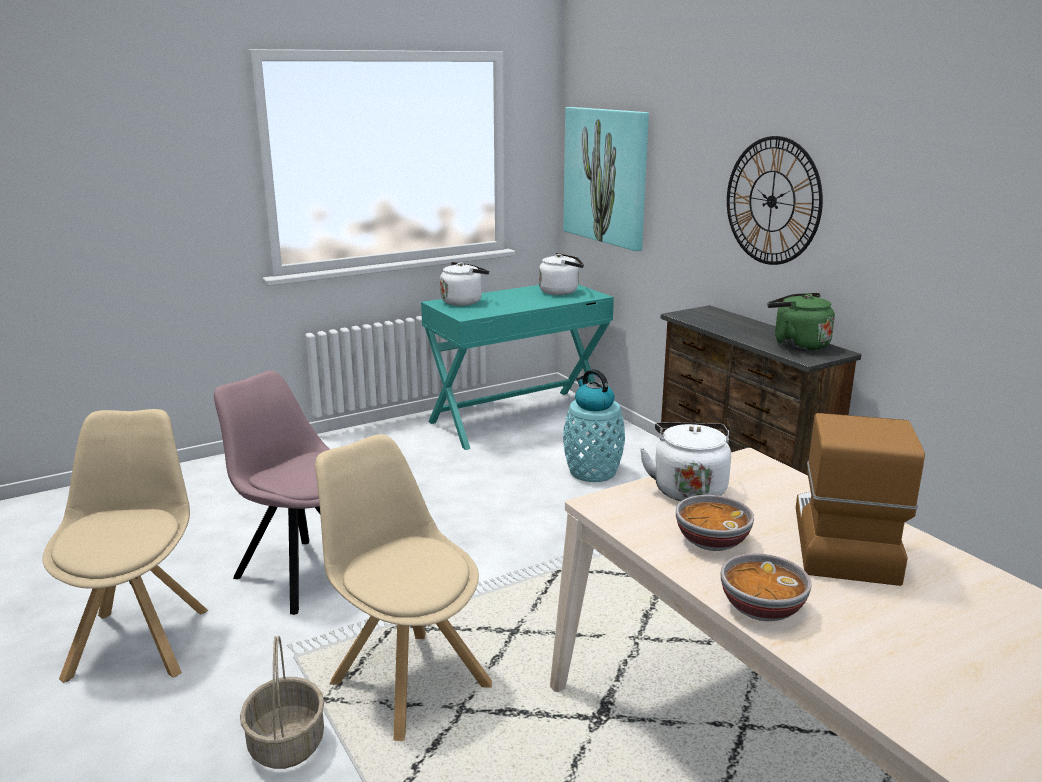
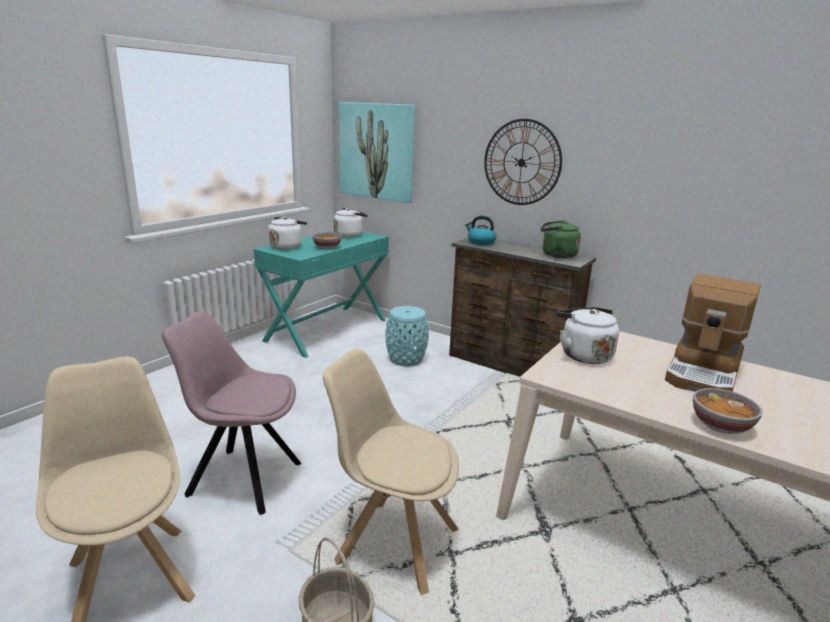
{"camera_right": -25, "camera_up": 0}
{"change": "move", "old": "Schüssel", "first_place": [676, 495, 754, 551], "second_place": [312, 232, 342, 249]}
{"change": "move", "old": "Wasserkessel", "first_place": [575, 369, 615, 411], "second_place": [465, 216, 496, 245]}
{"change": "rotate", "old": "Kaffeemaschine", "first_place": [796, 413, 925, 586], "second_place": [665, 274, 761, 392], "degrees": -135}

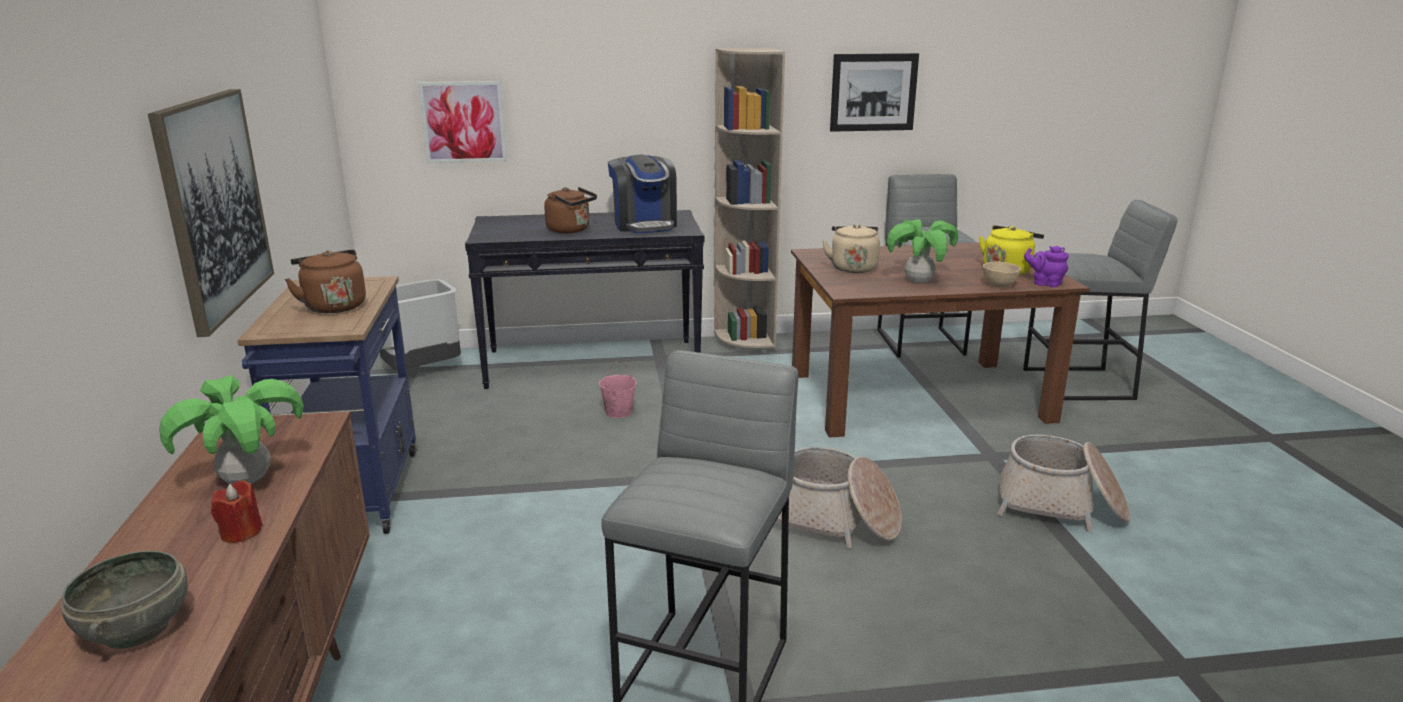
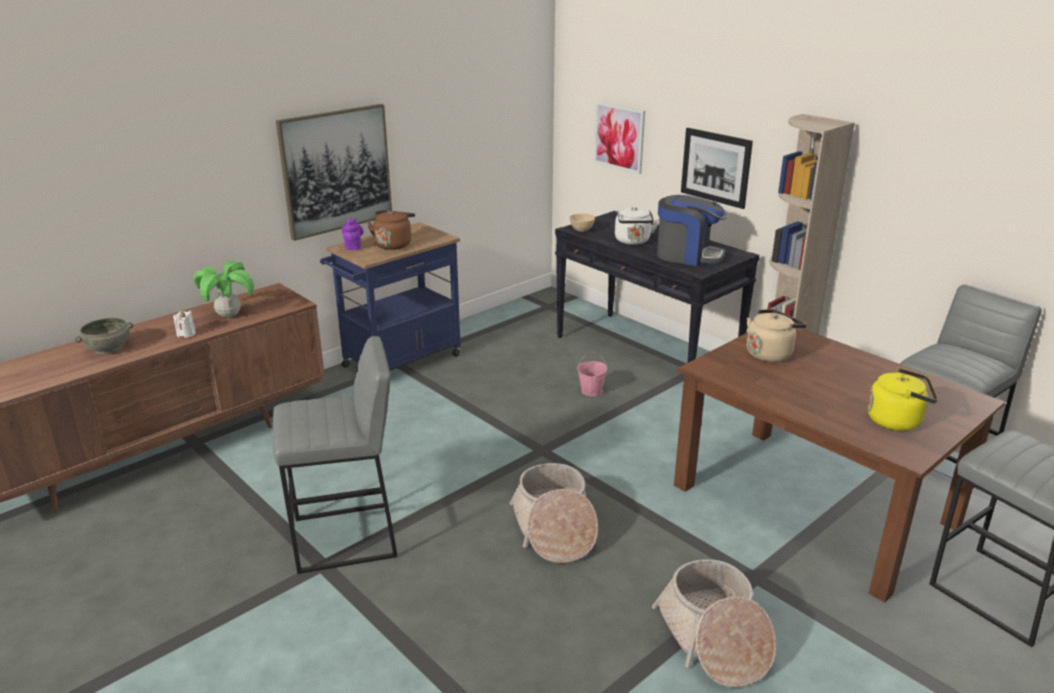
{"camera_right": 55, "camera_up": 5}
{"change": "recolor", "old": "Kerze [rot]", "new": "Kerze [weiß]", "first_place": [211, 480, 262, 543], "second_place": [173, 310, 196, 338]}
{"change": "move", "old": "Teekanne [lila]", "first_place": [1024, 246, 1069, 287], "second_place": [342, 218, 363, 250]}
{"change": "move", "old": "Schüssel [beige]", "first_place": [983, 261, 1021, 287], "second_place": [570, 213, 595, 232]}
{"change": "recolor", "old": "Wasserkessel [braun]", "new": "Wasserkessel [weiß]", "first_place": [544, 187, 597, 233], "second_place": [615, 207, 659, 245]}
{"change": "rotate", "old": "Kaffeemaschine", "first_place": [608, 155, 677, 234], "second_place": [657, 195, 728, 266], "degrees": -105}
{"change": "move", "old": "Bild", "first_place": [830, 53, 919, 132], "second_place": [681, 128, 753, 209]}
{"change": "delete", "old": "Mülleimer [grau]", "first_place": [380, 279, 461, 370]}
{"change": "delete", "old": "Topfpflanze", "first_place": [887, 219, 958, 283]}

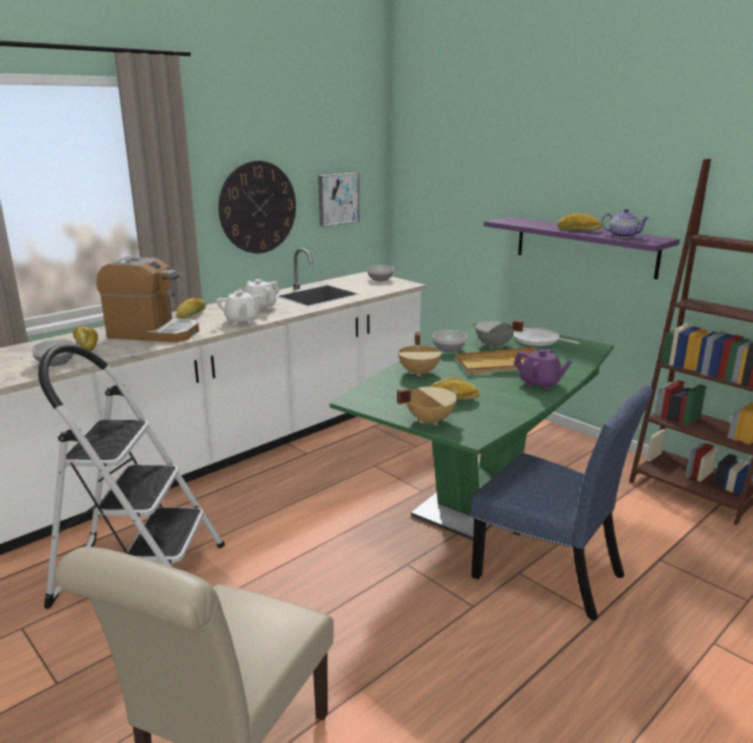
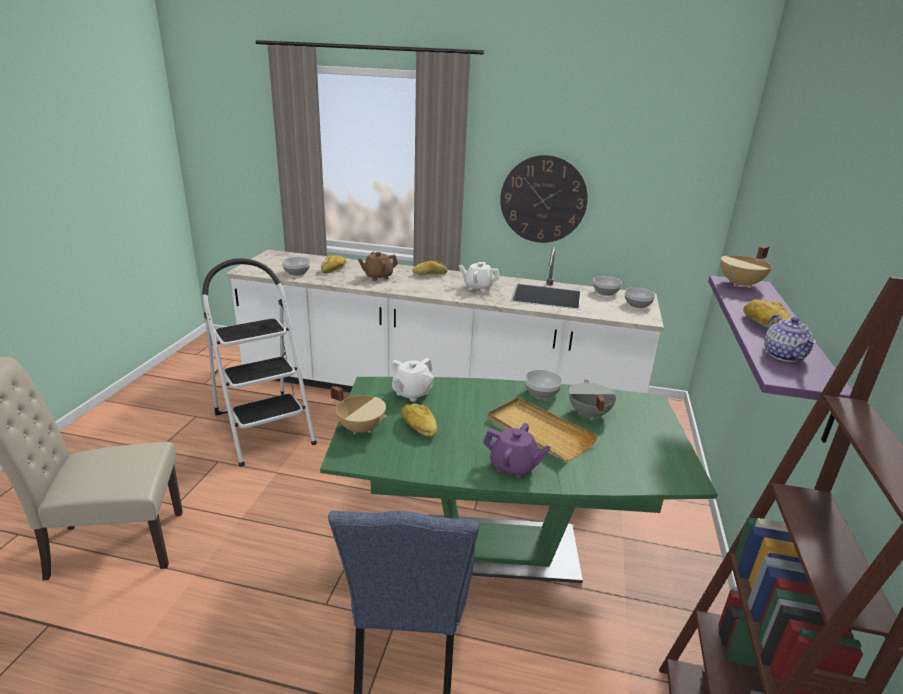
{"camera_right": 55, "camera_up": 5}
{"change": "replace", "old": "Kaffeemaschine", "new": "Teekanne [braun]", "first_place": [96, 257, 199, 342], "second_place": [358, 252, 398, 281]}
{"change": "move", "old": "Teekanne [weiß]", "first_place": [216, 291, 263, 325], "second_place": [392, 358, 434, 402]}
{"change": "rotate", "old": "Teekanne [lila]", "first_place": [514, 349, 573, 390], "second_place": [483, 423, 551, 479], "degrees": -60}
{"change": "insert", "new": "Schüssel", "second_place": [593, 276, 622, 296]}
{"change": "move", "old": "Kochtopf [beige]", "first_place": [398, 332, 442, 376], "second_place": [721, 246, 772, 288]}
{"change": "delete", "old": "Bild", "first_place": [318, 173, 359, 227]}
{"change": "delete", "old": "Pfanne", "first_place": [513, 328, 580, 346]}

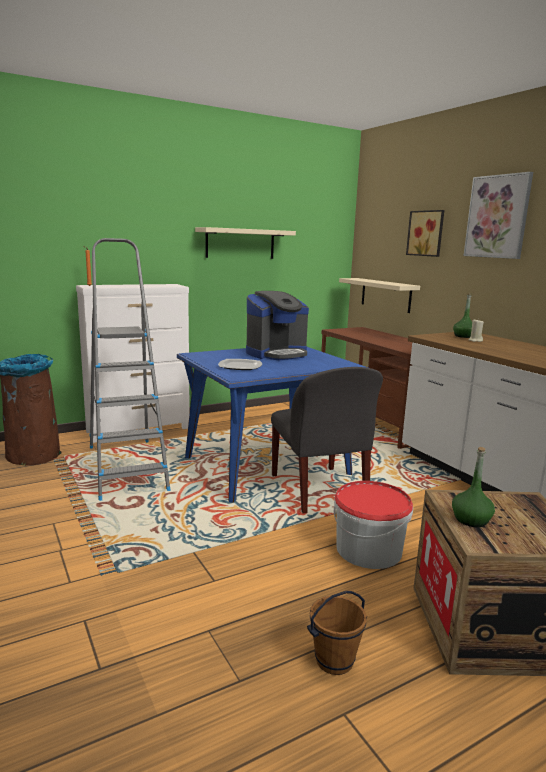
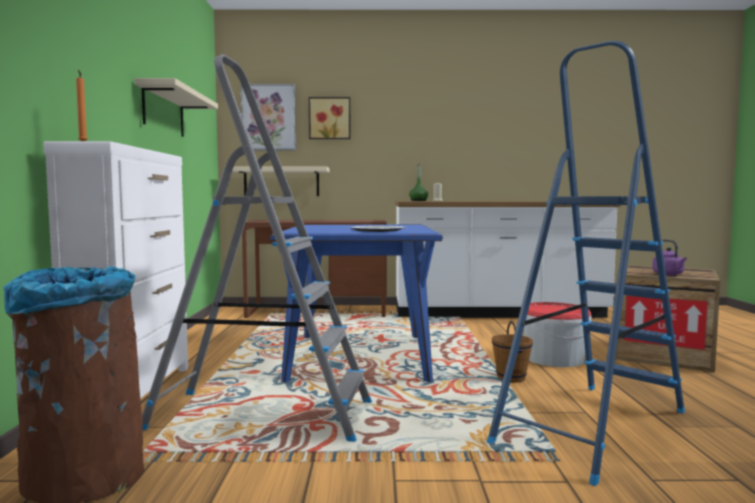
{"camera_right": -60, "camera_up": -10}
{"change": "move", "old": "Bild", "first_place": [463, 172, 533, 259], "second_place": [241, 84, 296, 151]}
{"change": "insert", "new": "Trittleiter [blau]", "second_place": [487, 41, 685, 486]}
{"change": "move", "old": "Eimer [braun]", "first_place": [307, 591, 367, 675], "second_place": [492, 321, 533, 383]}
{"change": "replace", "old": "Flasche [grün]", "new": "Wasserkessel [lila]", "first_place": [452, 447, 495, 527], "second_place": [652, 239, 687, 275]}
{"change": "delete", "old": "Kaffeemaschine", "first_place": [246, 291, 309, 360]}
{"change": "delete", "old": "Stuhl [grau]", "first_place": [271, 367, 383, 514]}

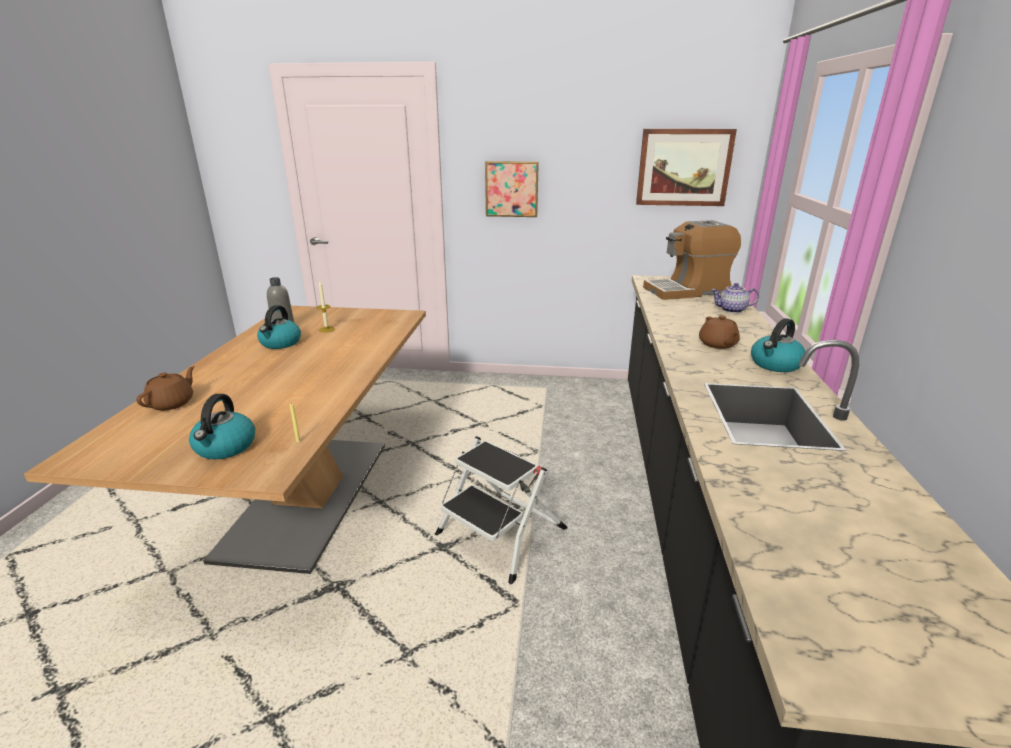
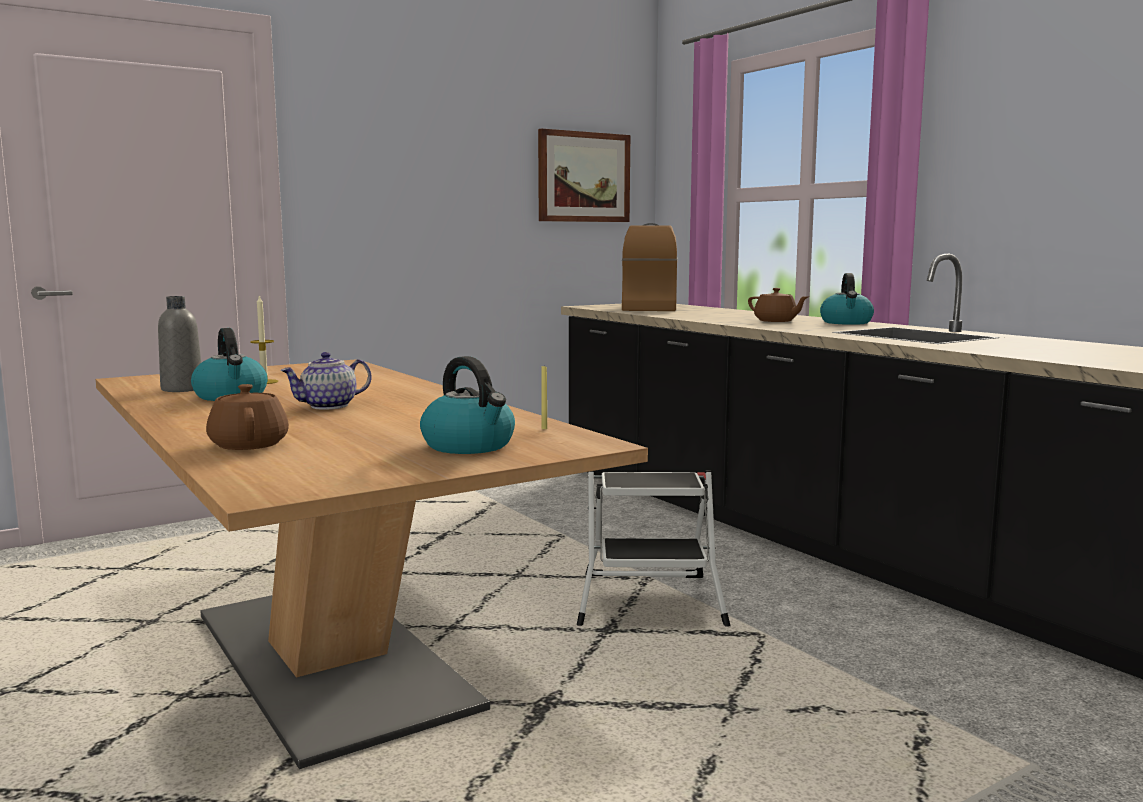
{"camera_right": -40, "camera_up": -15}
{"change": "move", "old": "Teekanne", "first_place": [712, 283, 759, 313], "second_place": [280, 352, 371, 410]}
{"change": "rotate", "old": "Kaffeemaschine", "first_place": [643, 220, 741, 300], "second_place": [622, 223, 678, 311], "degrees": 150}
{"change": "delete", "old": "Bild", "first_place": [485, 161, 539, 217]}

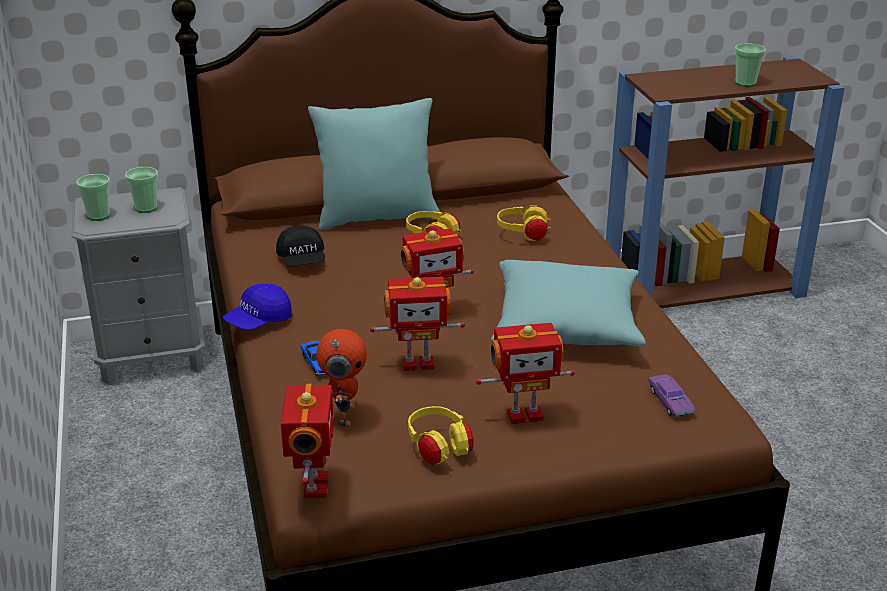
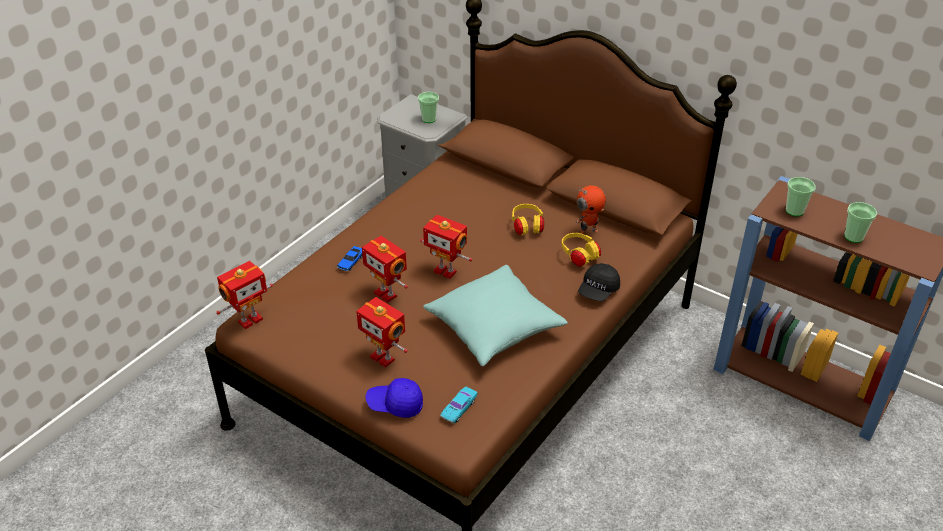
{"camera_right": 50, "camera_up": 10}
{"change": "move", "old": "Kappe [blau]", "first_place": [223, 284, 292, 330], "second_place": [366, 378, 423, 418]}
{"change": "recolor", "old": "Spielzeugauto [lila]", "new": "Spielzeugauto [türkis]", "first_place": [649, 374, 696, 417], "second_place": [440, 387, 478, 423]}
{"change": "move", "old": "Spielzeugroboter", "first_place": [316, 329, 367, 426], "second_place": [575, 185, 606, 239]}
{"change": "move", "old": "Kappe [schwarz]", "first_place": [276, 225, 325, 266], "second_place": [578, 263, 620, 301]}
{"change": "move", "old": "Tasse", "first_place": [76, 174, 110, 221], "second_place": [786, 177, 816, 217]}
{"change": "delete", "old": "Kissen [türkis]", "first_place": [308, 98, 440, 230]}
{"change": "delete", "old": "Kopfhörer [gelb]", "first_place": [408, 406, 474, 465]}

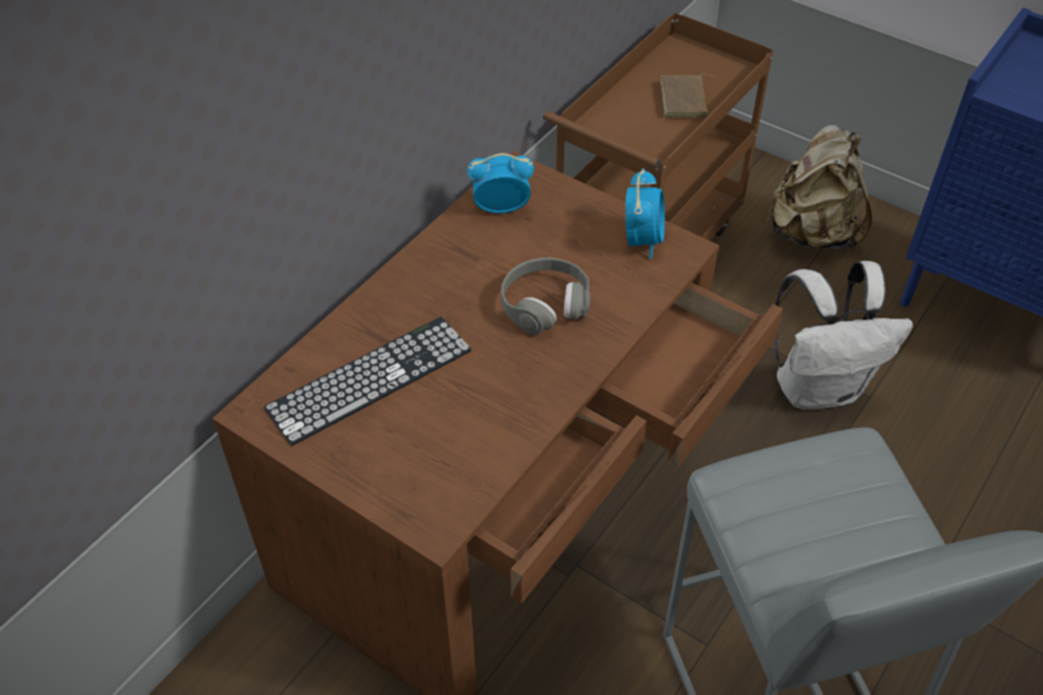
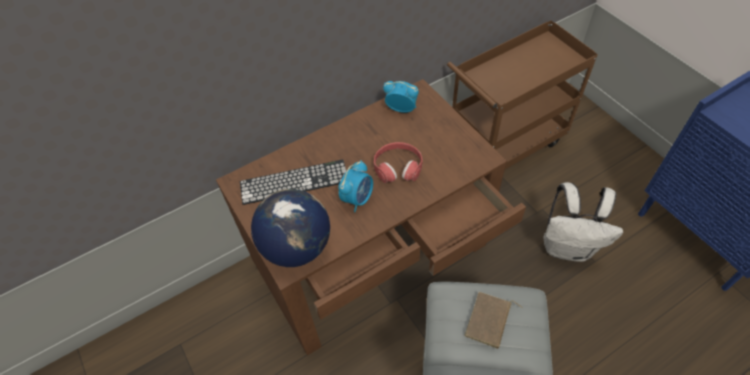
{"camera_right": 25, "camera_up": 5}
{"change": "insert", "new": "Globus", "second_place": [251, 189, 330, 267]}
{"change": "move", "old": "Wecker", "first_place": [625, 168, 665, 259], "second_place": [338, 160, 373, 212]}
{"change": "recolor", "old": "Kopfhörer [grau]", "new": "Kopfhörer [rot]", "first_place": [501, 258, 591, 335], "second_place": [374, 142, 423, 183]}
{"change": "move", "old": "Buch [braun]", "first_place": [661, 73, 715, 118], "second_place": [464, 292, 522, 349]}
{"change": "delete", "old": "Rucksack [beige]", "first_place": [766, 125, 872, 250]}

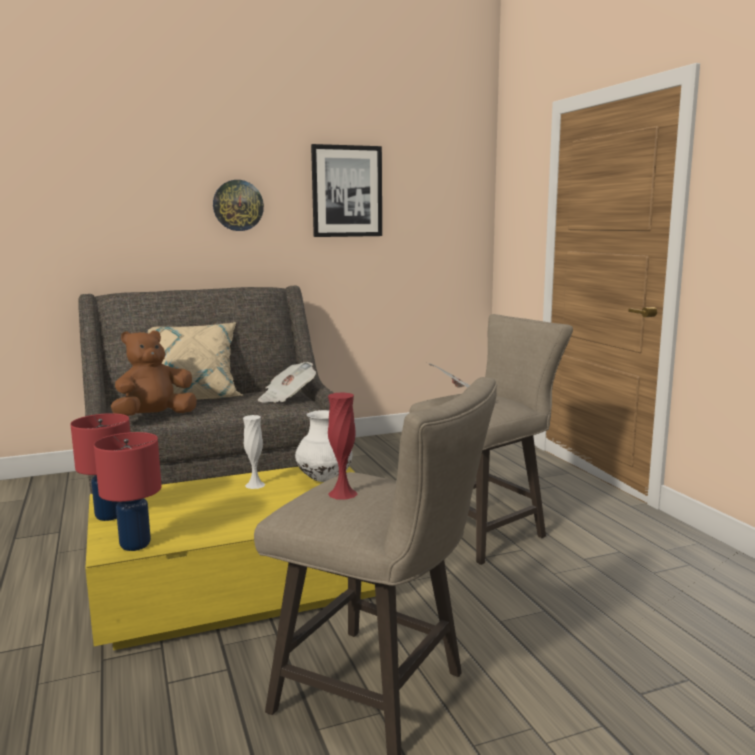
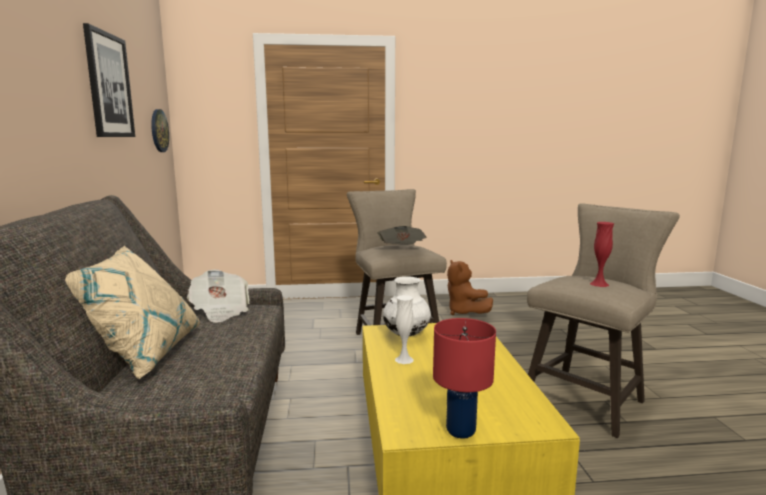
{"camera_right": -75, "camera_up": 0}
{"change": "move", "old": "Wanduhr", "first_place": [213, 180, 264, 231], "second_place": [151, 109, 169, 152]}
{"change": "move", "old": "Plüschtier [braun]", "first_place": [111, 330, 197, 416], "second_place": [447, 260, 493, 315]}
{"change": "delete", "old": "Tischlampe [rot]", "first_place": [94, 432, 162, 551]}

